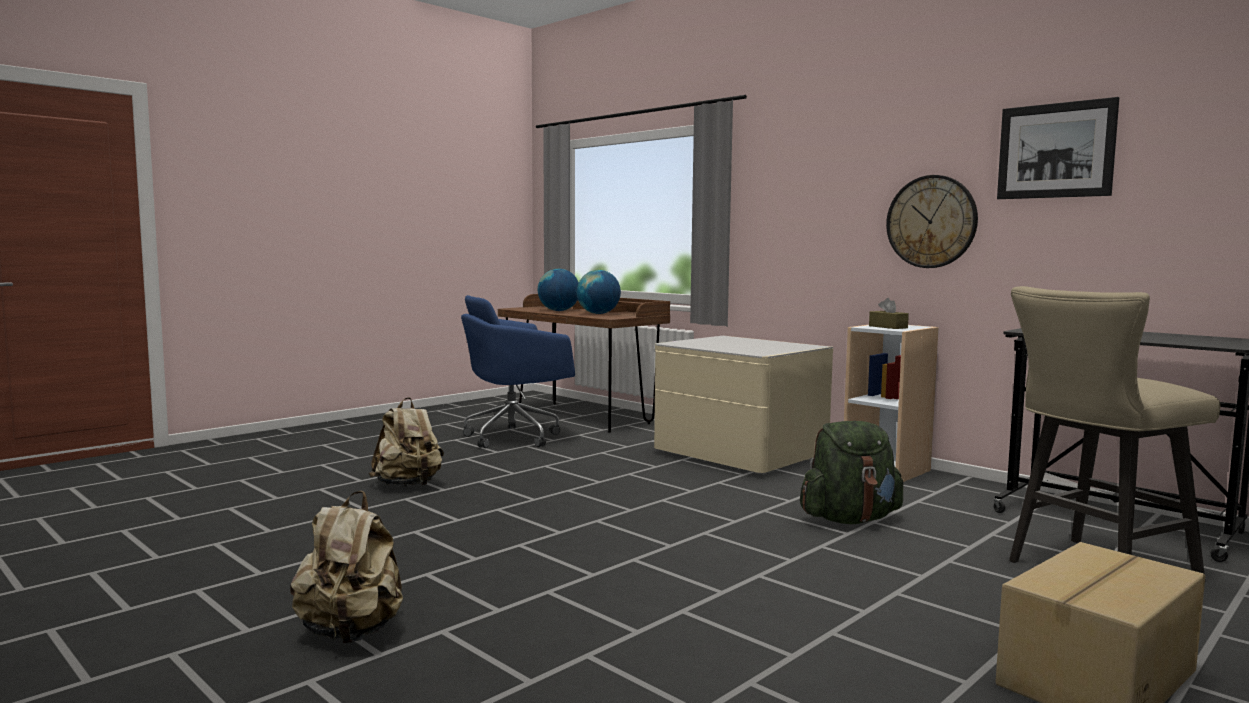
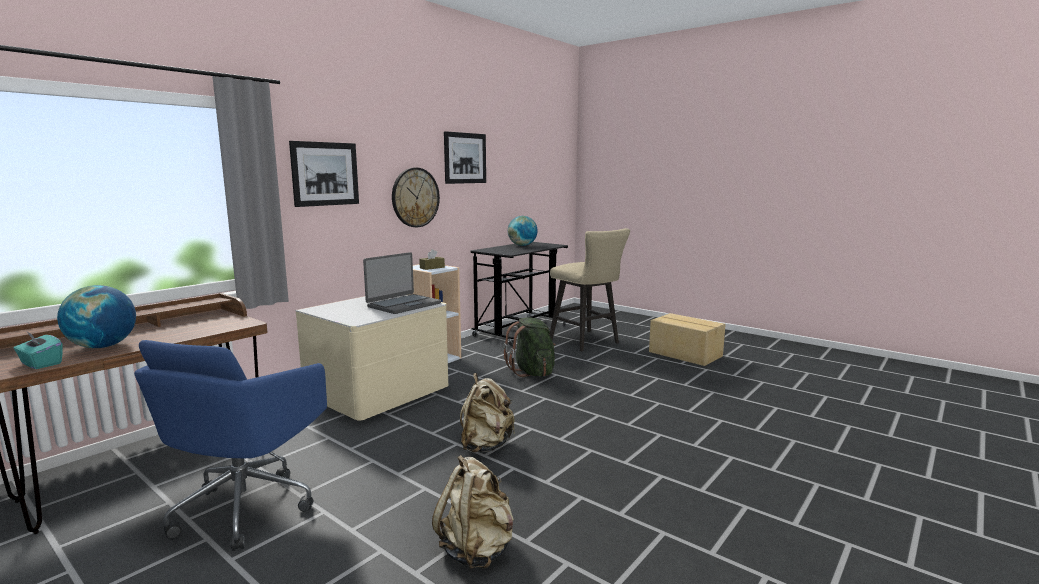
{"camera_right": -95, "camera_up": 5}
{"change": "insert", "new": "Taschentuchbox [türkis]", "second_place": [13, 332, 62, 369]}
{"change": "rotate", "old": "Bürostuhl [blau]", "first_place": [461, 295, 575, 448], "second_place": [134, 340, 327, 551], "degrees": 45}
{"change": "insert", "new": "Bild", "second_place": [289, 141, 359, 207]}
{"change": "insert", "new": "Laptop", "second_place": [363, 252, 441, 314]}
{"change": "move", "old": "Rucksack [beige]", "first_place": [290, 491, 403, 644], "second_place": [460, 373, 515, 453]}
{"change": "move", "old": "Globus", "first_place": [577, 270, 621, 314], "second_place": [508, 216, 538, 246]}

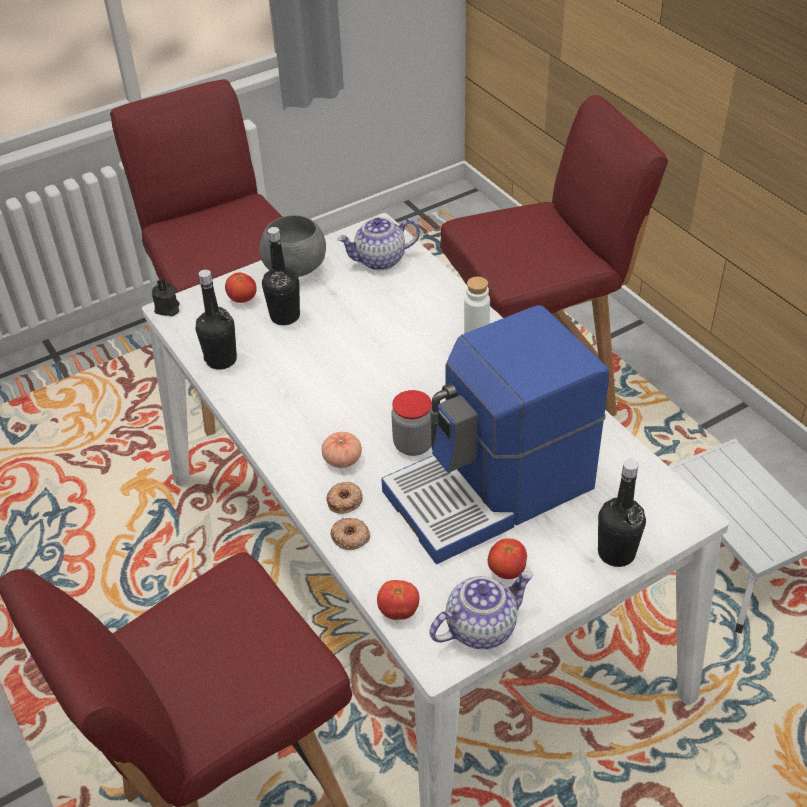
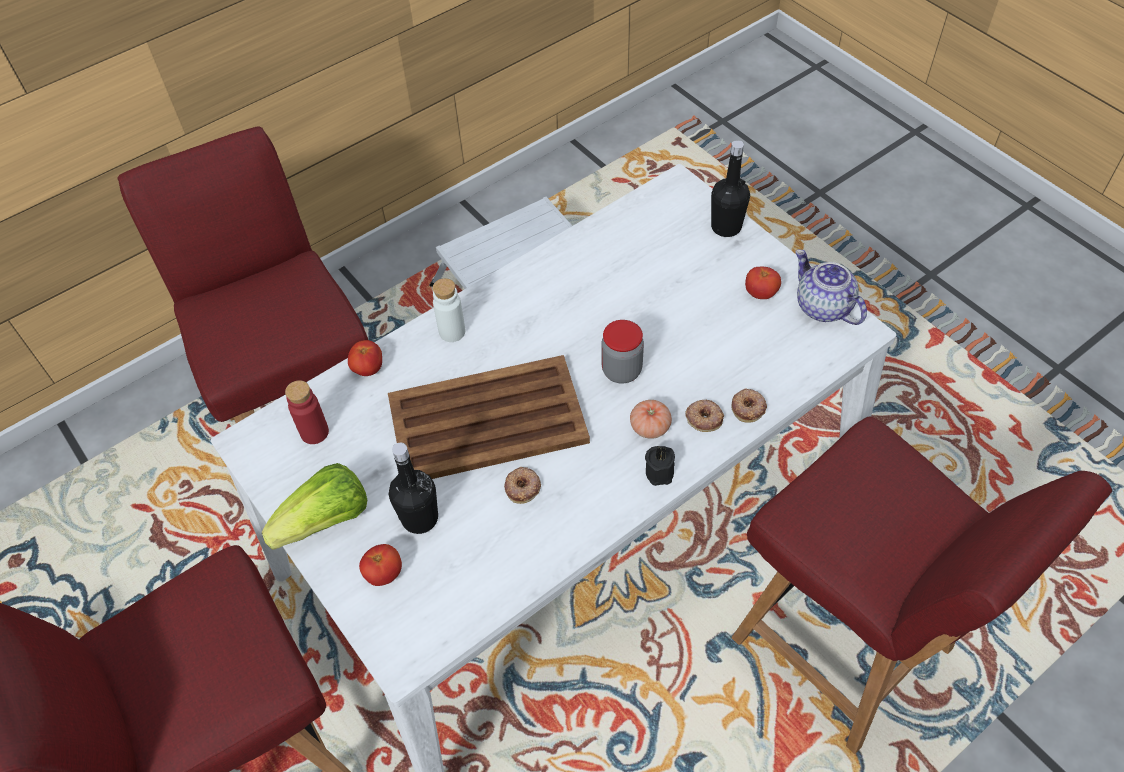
{"camera_right": -95, "camera_up": 10}
{"change": "replace", "old": "Schüssel [grau]", "new": "Salatkopf", "first_place": [259, 215, 326, 277], "second_place": [262, 463, 367, 550]}
{"change": "replace", "old": "Teekanne", "new": "Flasche [rot]", "first_place": [337, 217, 420, 270], "second_place": [285, 380, 329, 444]}
{"change": "move", "old": "Tomate", "first_place": [377, 580, 419, 620], "second_place": [348, 340, 382, 376]}
{"change": "insert", "new": "Tablett [braun]", "second_place": [388, 355, 590, 479]}
{"change": "insert", "new": "Donut", "second_place": [504, 467, 541, 504]}
{"change": "move", "old": "Kerze [schwarz]", "first_place": [152, 279, 179, 316], "second_place": [645, 446, 675, 486]}
{"change": "delete", "old": "Flasche [schwarz]", "first_place": [196, 270, 237, 370]}
{"change": "delete", "old": "Kaffeemaschine", "first_place": [381, 305, 609, 564]}

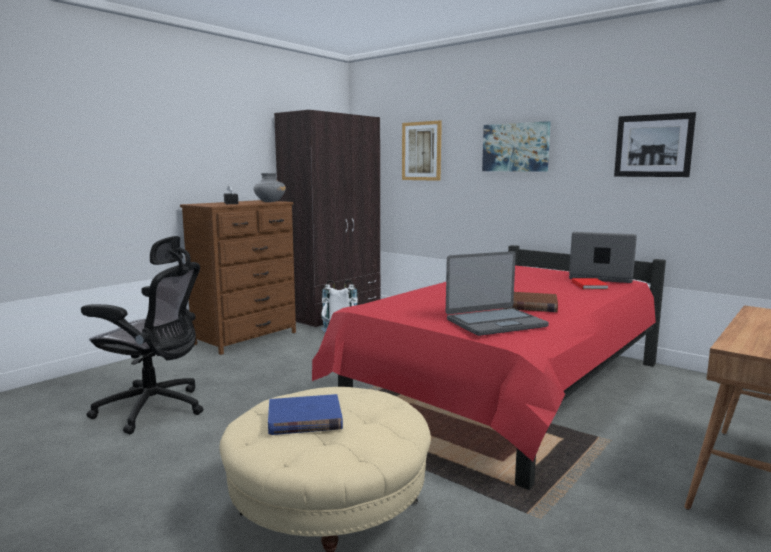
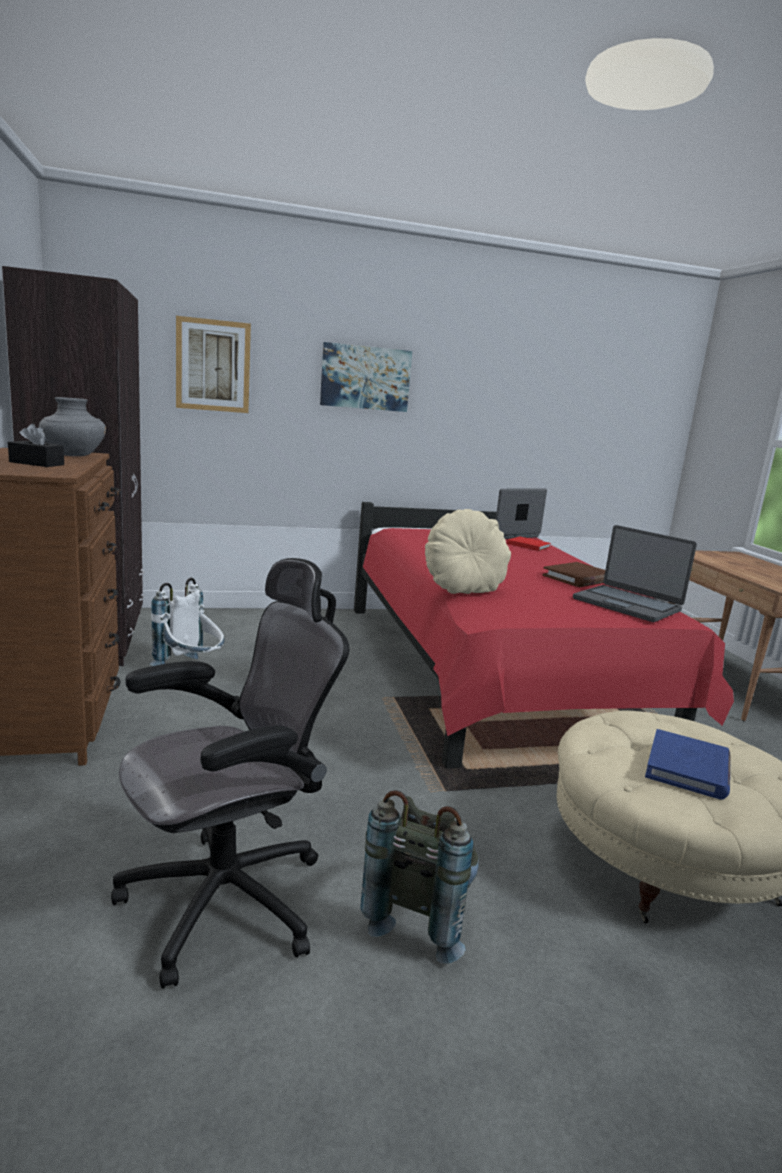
{"camera_right": -55, "camera_up": 5}
{"change": "insert", "new": "Rucksack [grau]", "second_place": [360, 790, 479, 964]}
{"change": "insert", "new": "Kissen [beige]", "second_place": [425, 509, 511, 594]}
{"change": "rotate", "old": "Laptop", "first_place": [446, 251, 549, 336], "second_place": [573, 525, 697, 622], "degrees": 120}
{"change": "delete", "old": "Bild", "first_place": [614, 112, 696, 177]}

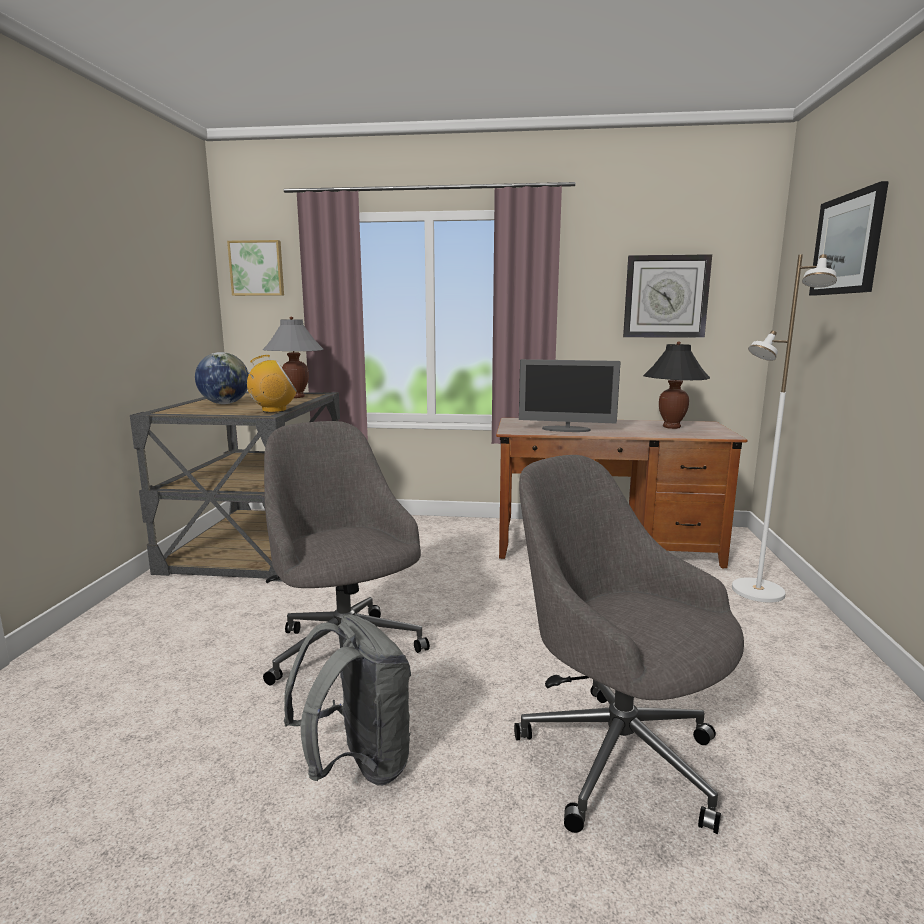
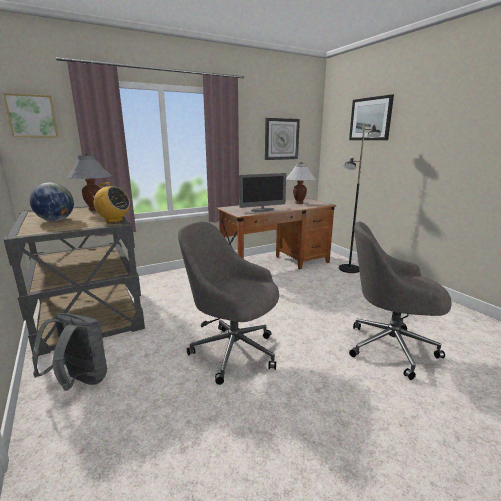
{"camera_right": -35, "camera_up": 5}
{"change": "move", "old": "Rucksack [grau]", "first_place": [284, 614, 411, 786], "second_place": [32, 313, 107, 391]}
{"change": "rotate", "old": "Radio", "first_place": [245, 355, 297, 413], "second_place": [91, 182, 130, 223], "degrees": 75}
{"change": "recolor", "old": "Tischlampe [schwarz]", "new": "Tischlampe [weiß]", "first_place": [643, 341, 710, 429], "second_place": [286, 162, 316, 204]}
{"change": "recolor", "old": "Stehlampe [weiß]", "new": "Stehlampe [schwarz]", "first_place": [732, 254, 837, 603], "second_place": [339, 123, 381, 273]}

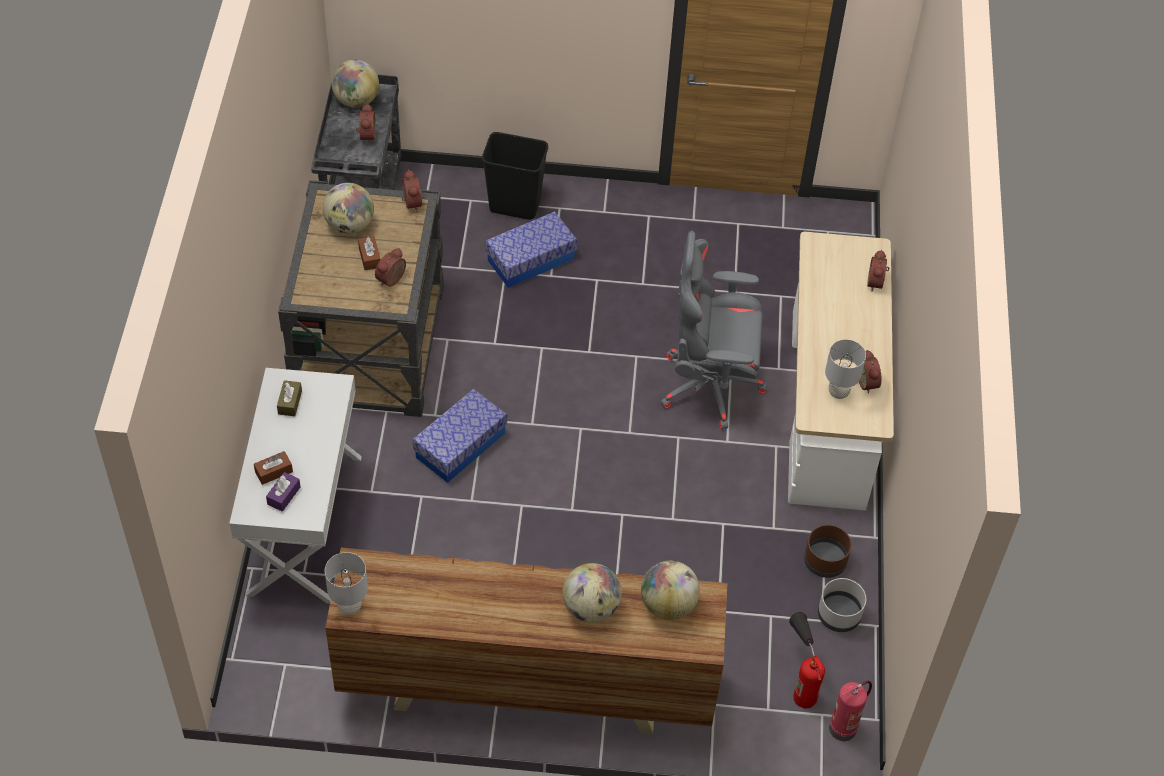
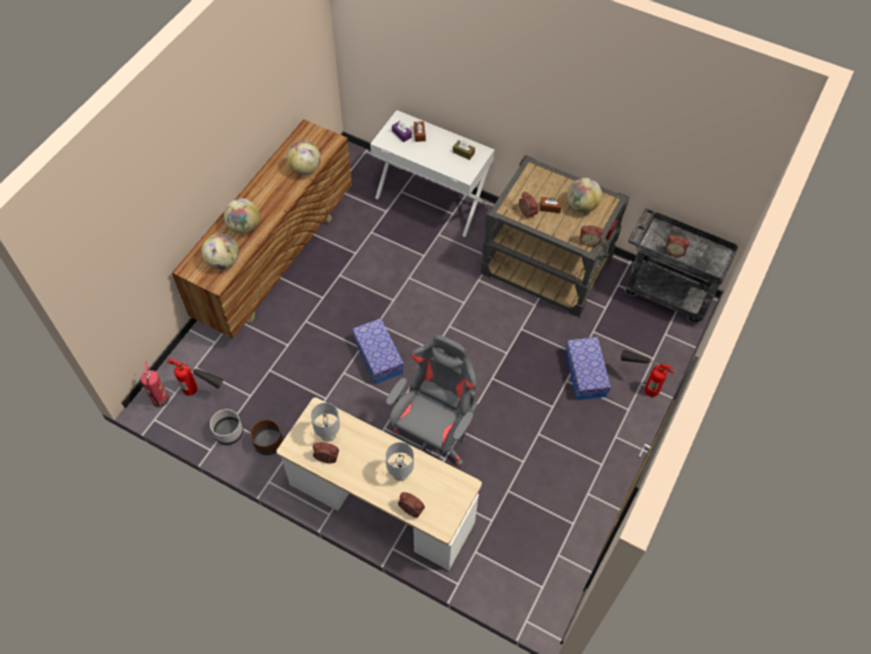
{"camera_right": 115, "camera_up": 5}
{"change": "move", "old": "Globus", "first_place": [331, 60, 379, 108], "second_place": [287, 141, 321, 175]}
{"change": "move", "old": "Aufbewahrungsbox", "first_place": [413, 389, 507, 483], "second_place": [352, 318, 404, 384]}
{"change": "move", "old": "Tischlampe [grau]", "first_place": [325, 552, 368, 615], "second_place": [386, 442, 414, 481]}
{"change": "replace", "old": "Mülleimer [schwarz]", "new": "Feuerlöscher", "first_place": [482, 132, 548, 220], "second_place": [621, 350, 675, 397]}

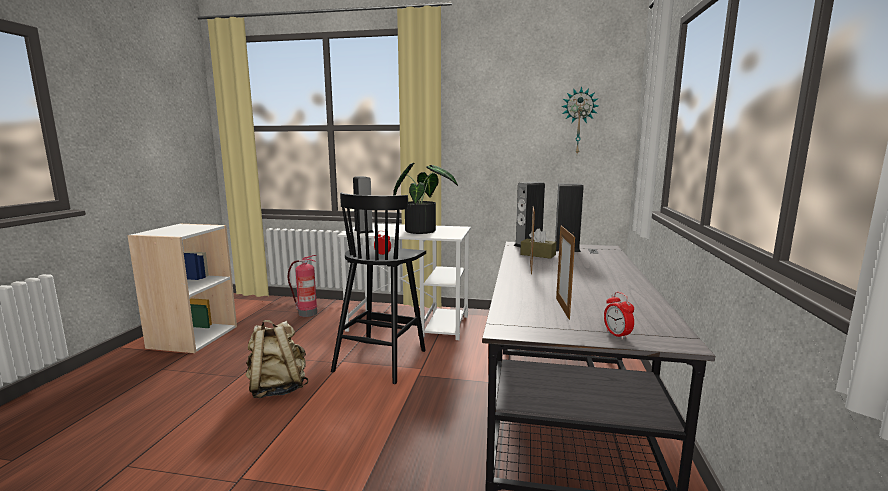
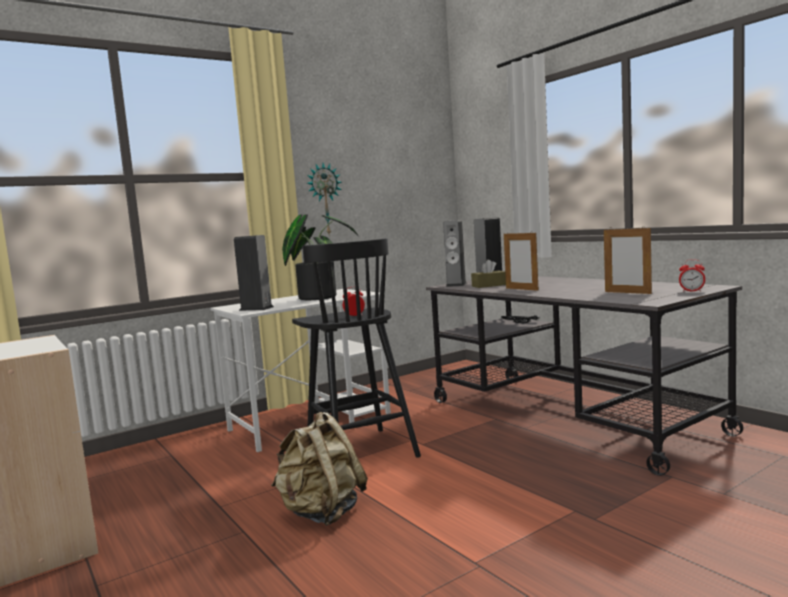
{"camera_right": -45, "camera_up": -5}
{"change": "move", "old": "Wanduhr", "first_place": [561, 86, 599, 154], "second_place": [307, 163, 342, 234]}
{"change": "delete", "old": "Feuerlöscher", "first_place": [288, 255, 317, 317]}

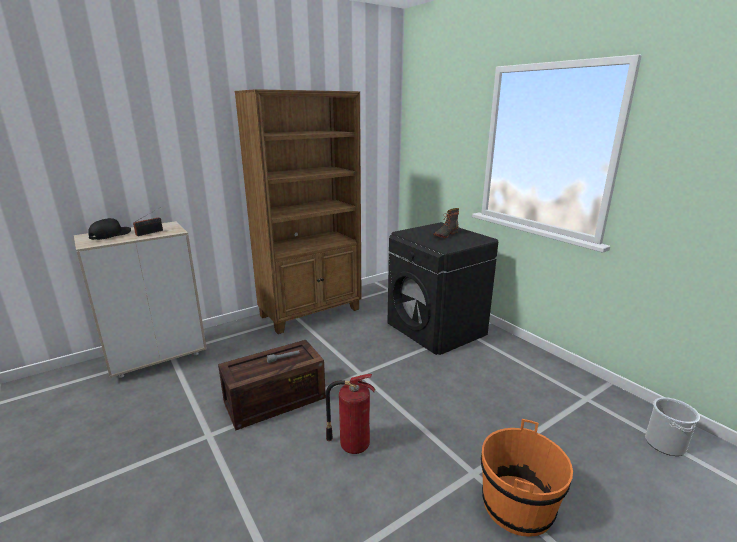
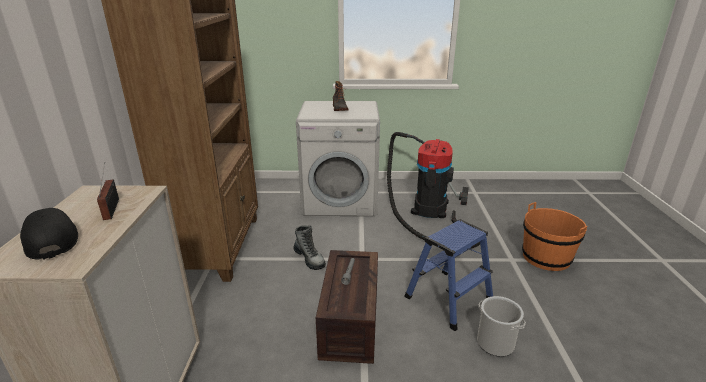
{"camera_right": -55, "camera_up": 5}
{"change": "insert", "new": "Stiefel", "second_place": [294, 225, 326, 270]}
{"change": "recolor", "old": "Waschmaschine [schwarz]", "new": "Waschmaschine [weiß]", "first_place": [387, 222, 498, 355], "second_place": [296, 101, 380, 216]}
{"change": "insert", "new": "Staubsauger", "second_place": [387, 132, 480, 249]}
{"change": "replace", "old": "Feuerlöscher", "new": "Trittleiter [blau]", "first_place": [326, 374, 376, 454], "second_place": [405, 219, 493, 331]}
{"change": "move", "old": "Eimer", "first_place": [645, 397, 700, 456], "second_place": [477, 296, 526, 357]}

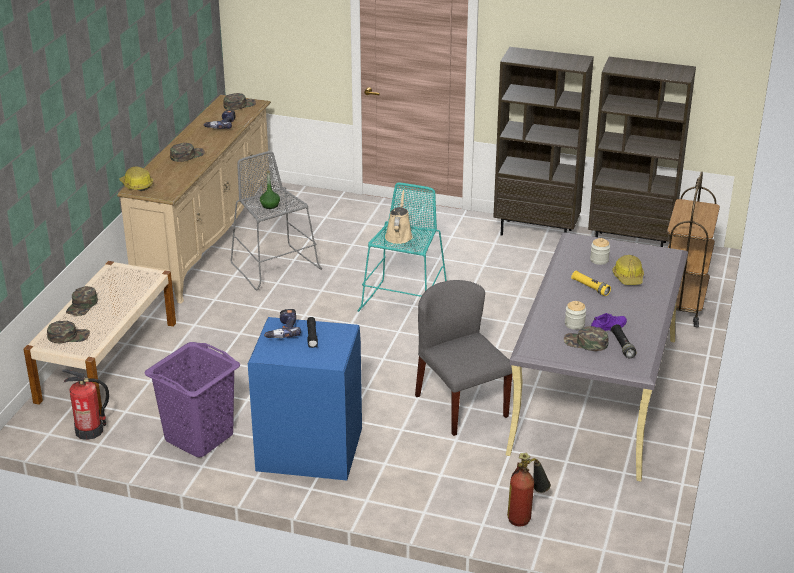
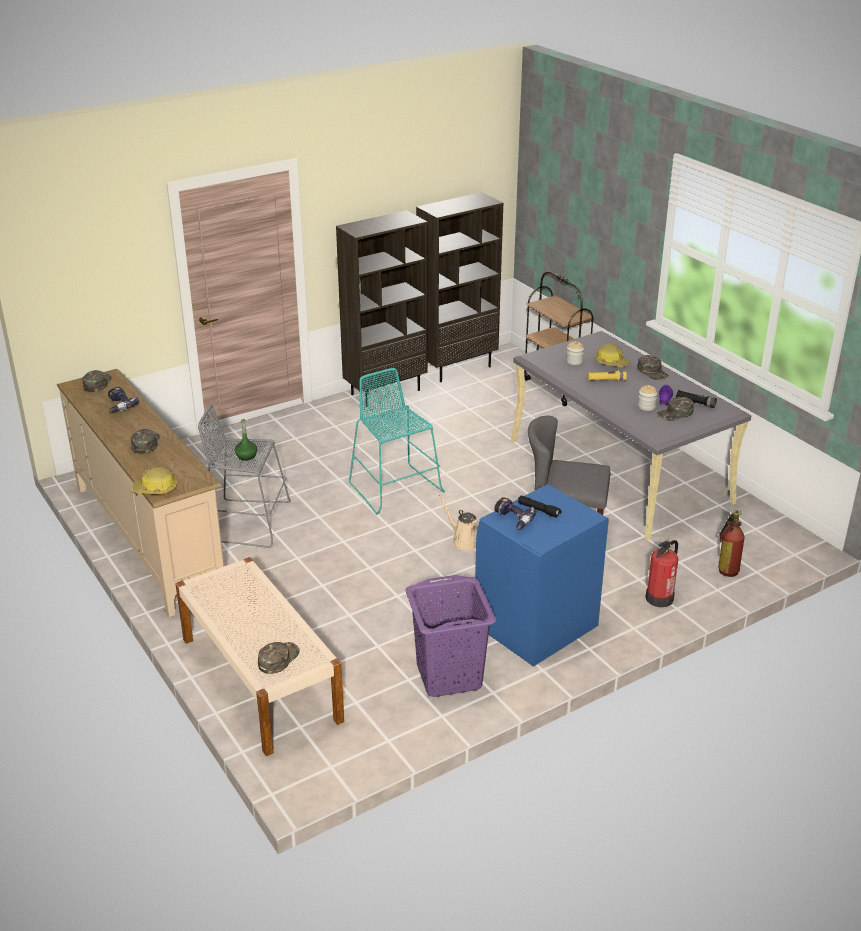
{"camera_right": -50, "camera_up": 0}
{"change": "move", "old": "Gießkanne [beige]", "first_place": [385, 187, 413, 244], "second_place": [439, 495, 479, 551]}
{"change": "move", "old": "Kappe [grün]", "first_place": [66, 286, 98, 316], "second_place": [637, 355, 669, 380]}
{"change": "move", "old": "Feuerlöscher", "first_place": [62, 369, 109, 440], "second_place": [645, 540, 679, 607]}

